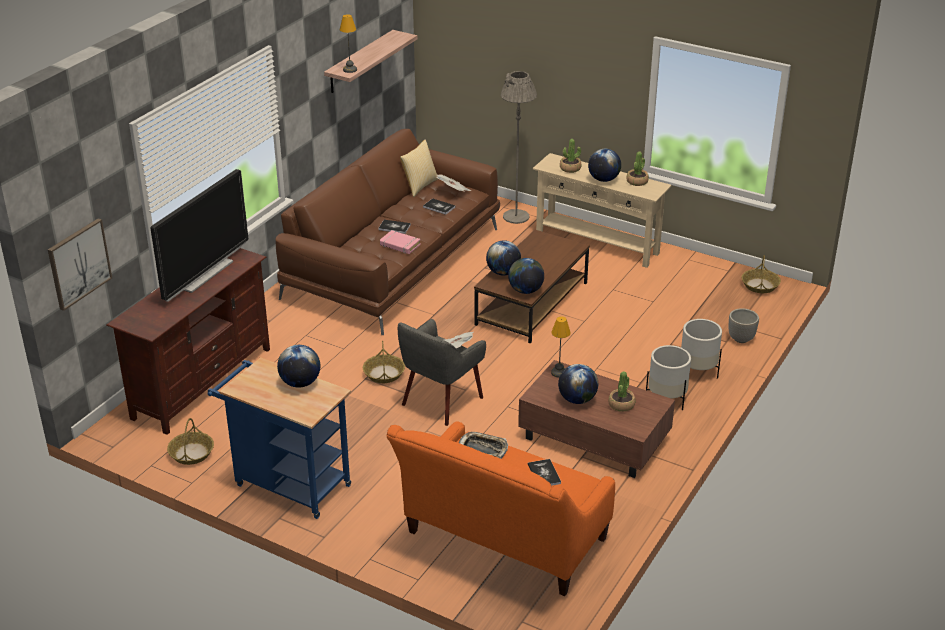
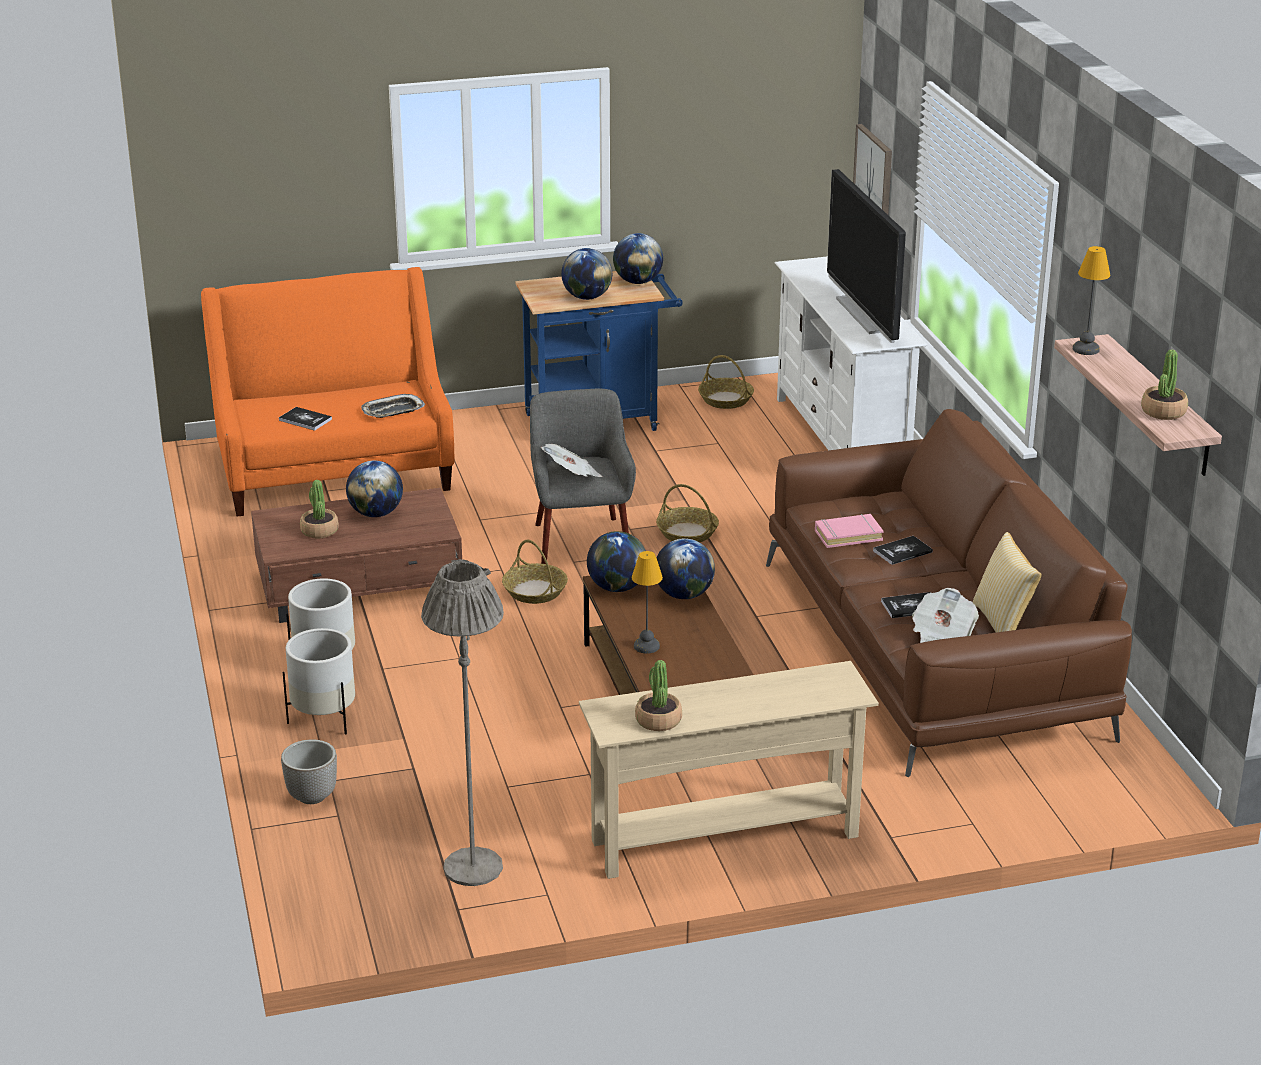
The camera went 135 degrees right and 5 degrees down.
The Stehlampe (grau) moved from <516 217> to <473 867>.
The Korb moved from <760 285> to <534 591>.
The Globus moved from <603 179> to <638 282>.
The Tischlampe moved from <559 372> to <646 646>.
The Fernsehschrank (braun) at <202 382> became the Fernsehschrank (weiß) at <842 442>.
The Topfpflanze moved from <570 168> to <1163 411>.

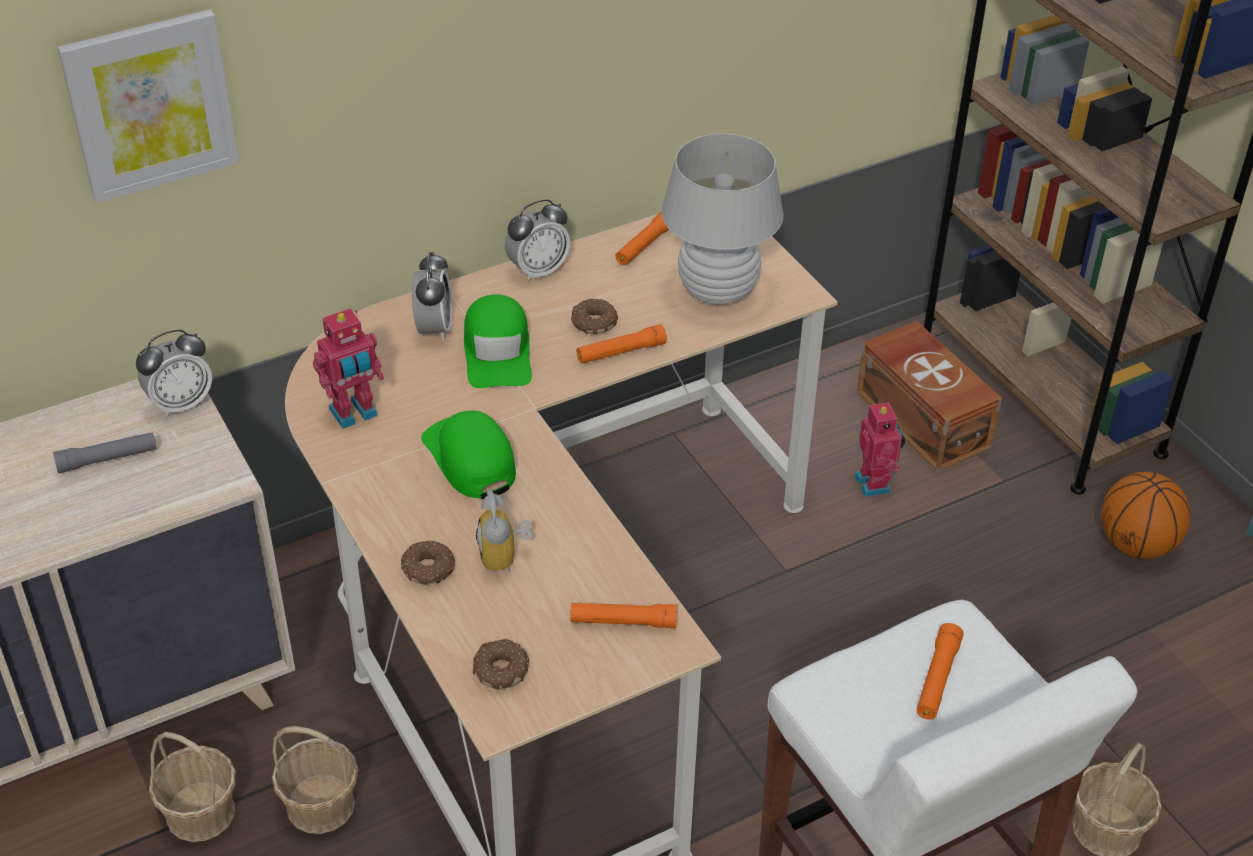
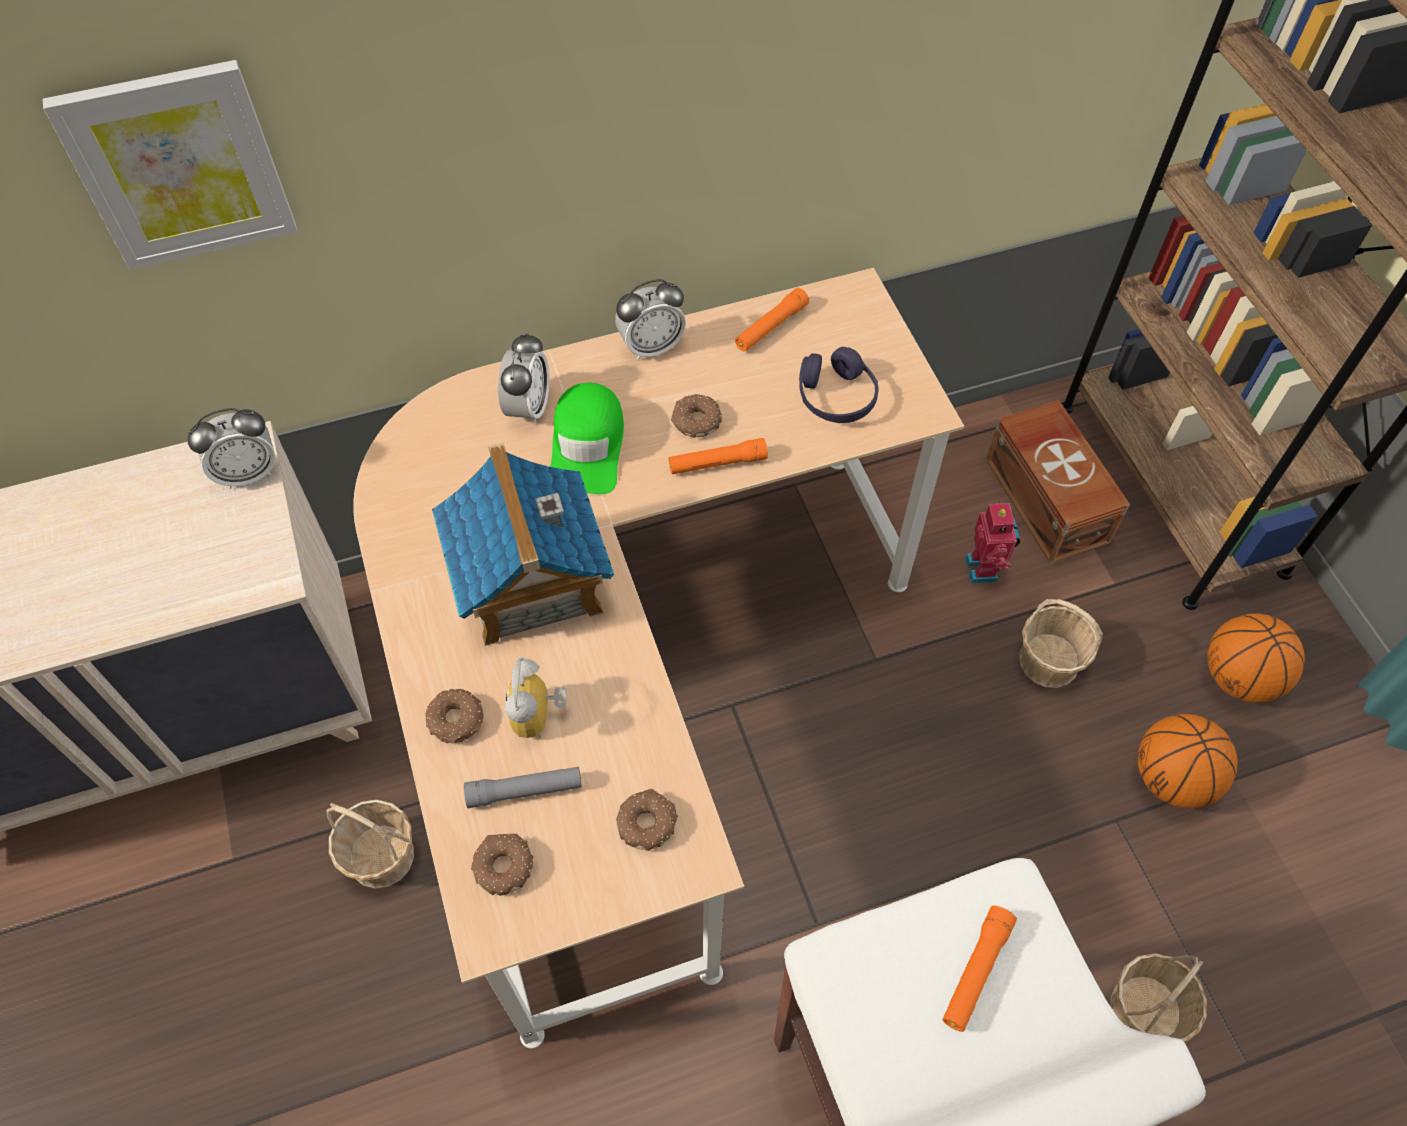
The camera went 10 degrees right and 15 degrees up.
The Kappe (grün) at <470 459> was replaced by the Spielzeughaus at <530 581>.
The Taschenlampe (grau) moved from <108 459> to <525 790>.
The Taschenlampe (orange) at <623 622> was replaced by the Donut at <647 822>.
The Tischlampe (weiß) at <717 292> was replaced by the Kopfhörer (lila) at <836 397>.
The Korb moved from <200 812> to <1048 660>.
The Basketball at <1171 778> appeared.
The Spielzeugroboter at <354 414> disappeared.

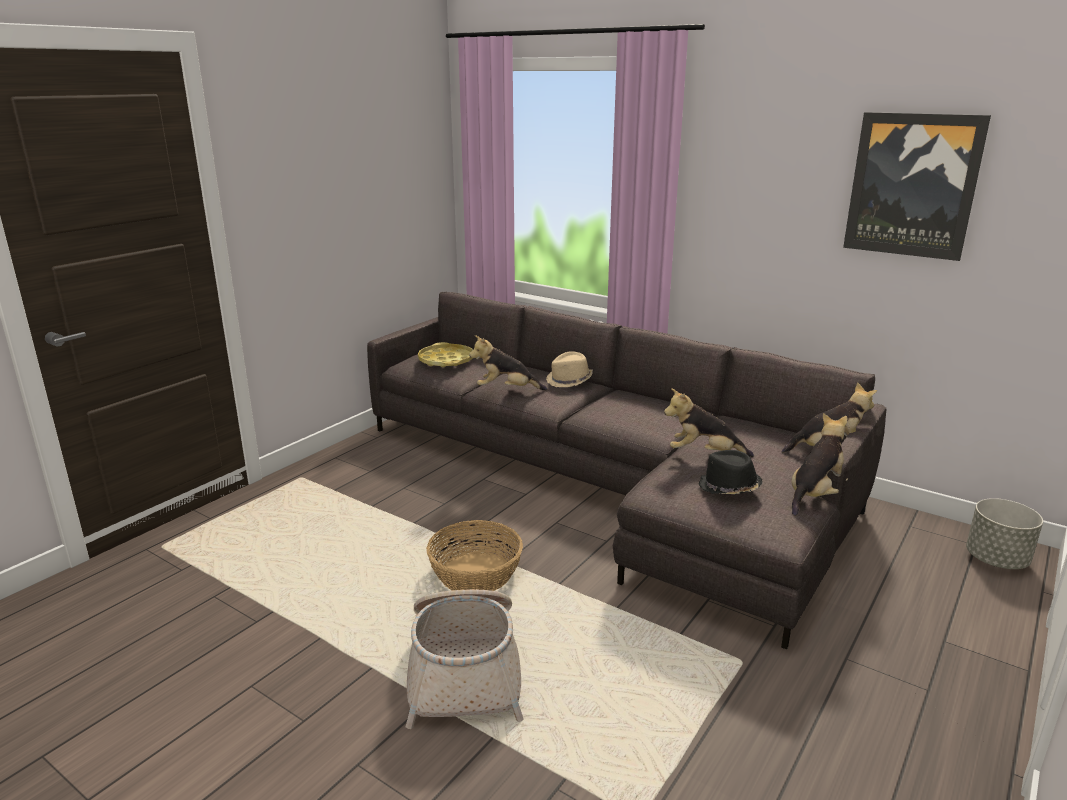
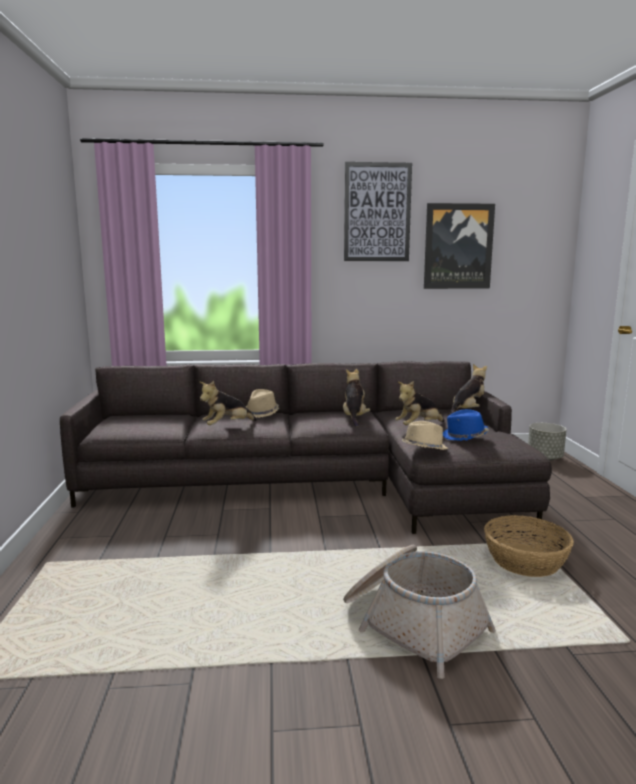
The camera went 40 degrees left and 10 degrees down.
The Plüschtier moved from <815 494> to <354 418>.
The Bild at <377 212> appeared.
The Hut (beige) at <423 448> appeared.
The Hut (schwarz) at <728 488> became the Hut (blau) at <464 437>.
The Korb moved from <476 574> to <525 561>.
The Tablett (gelb) at <446 360> disappeared.

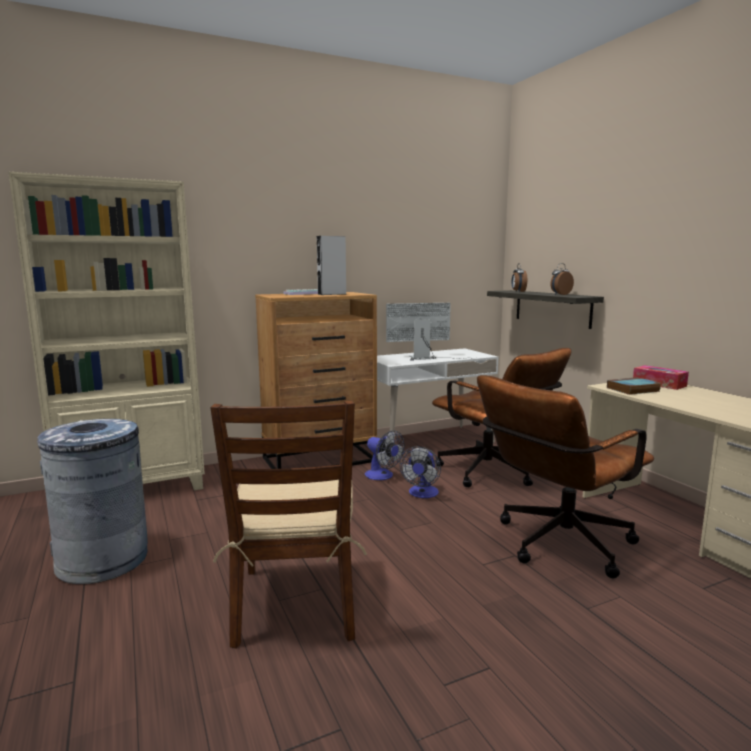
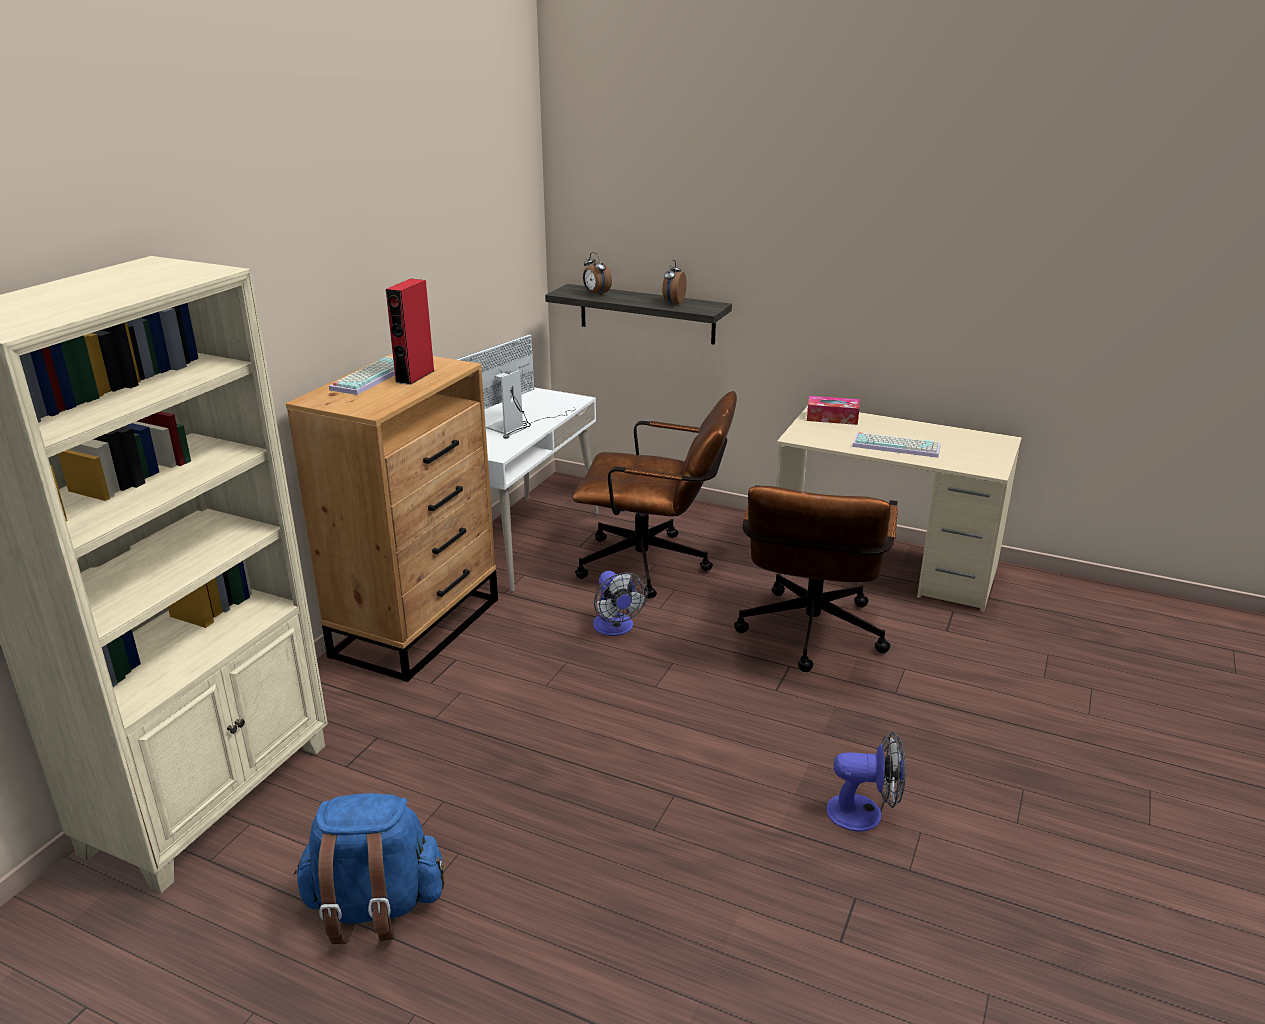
The camera went 40 degrees left and 15 degrees up.
The Mülleimer (grau) at <103 560> was replaced by the Rucksack (blau) at <374 906>.
The Lautsprecher (grau) at <332 294> became the Lautsprecher (rot) at <415 376>.
The Ventilator moved from <382 476> to <864 813>.
The Tastatur at <897 446> appeared.
The Stuhl (braun) at <296 603> disappeared.
The Buch at <632 389> disappeared.

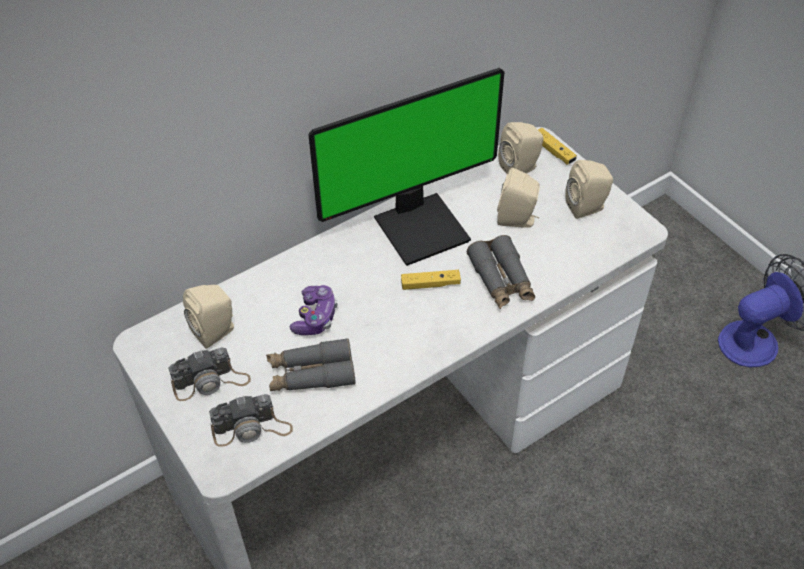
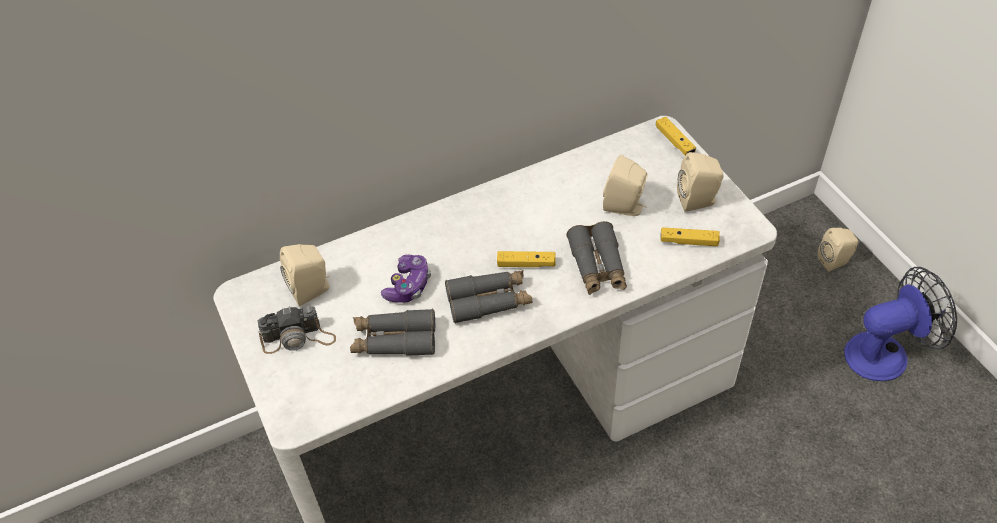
The camera went 10 degrees right and 0 degrees up.
The Fernglas (grau) at <489 301> appeared.
The Gamepad (gelb) at <689 241> appeared.
The Lautsprecher (beige) moved from <521 168> to <835 261>.
The Kamera at <252 428> disappeared.
The Monitor at <420 226> disappeared.

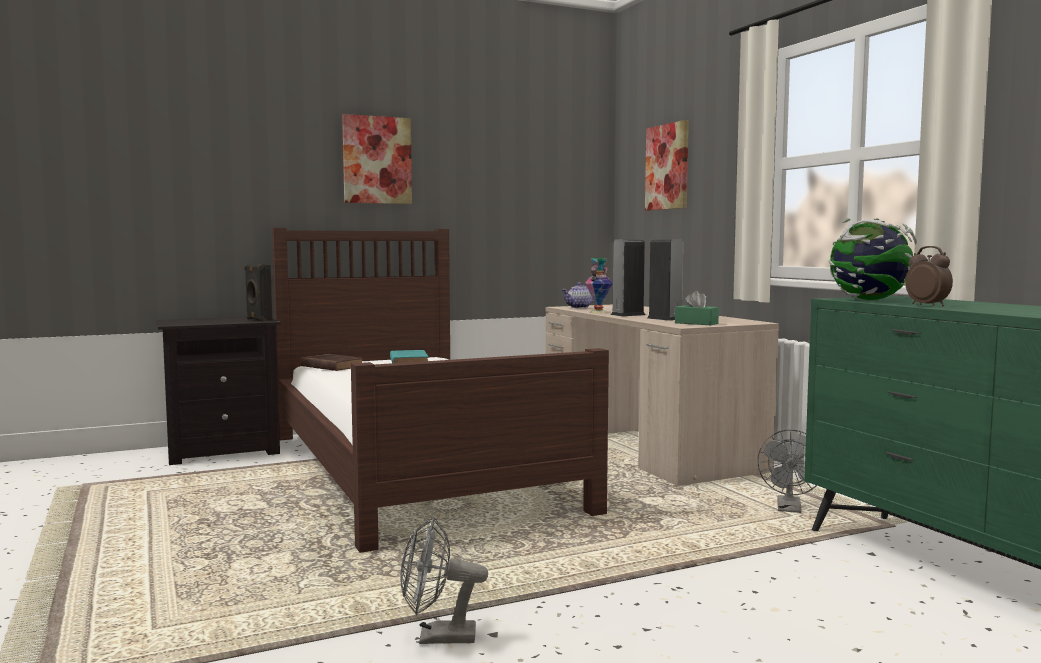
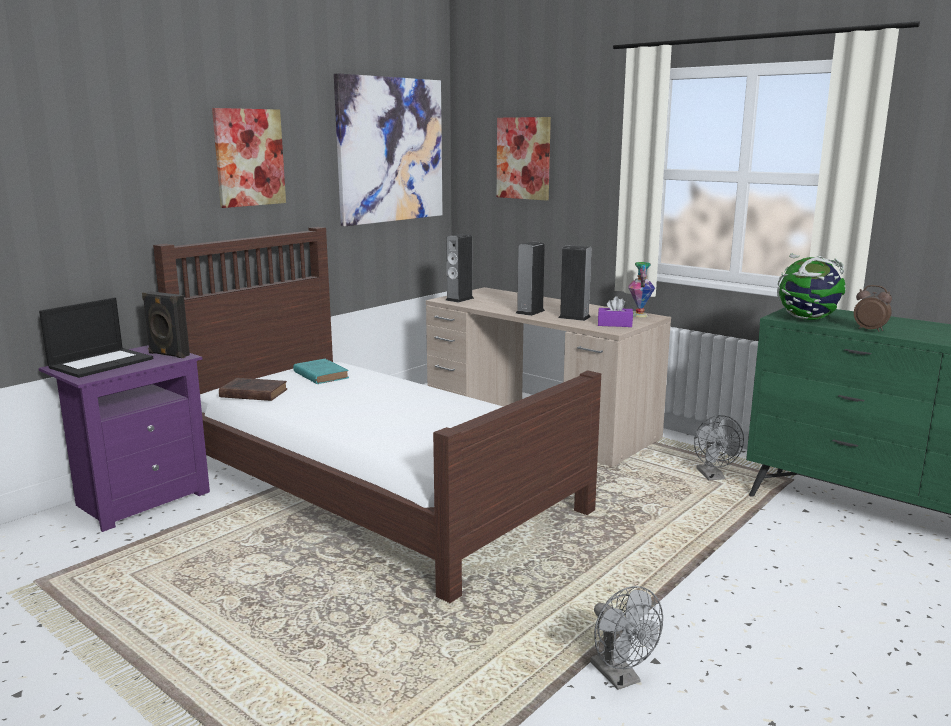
The camera went 25 degrees left and 10 degrees up.
The Laptop at <101 363> appeared.
The Nachttisch (schwarz) at <223 451> became the Nachttisch (lila) at <140 499>.
The Bild at <390 150> appeared.
The Teekanne at <579 307> was replaced by the Lautsprecher at <459 299>.
The Ventilator (grau) at <437 637> turned 90 degrees counterclockwise.
The Taschentuchbox (grün) at <696 323> became the Taschentuchbox (lila) at <614 324>.
The Vase moved from <598 312> to <640 315>.

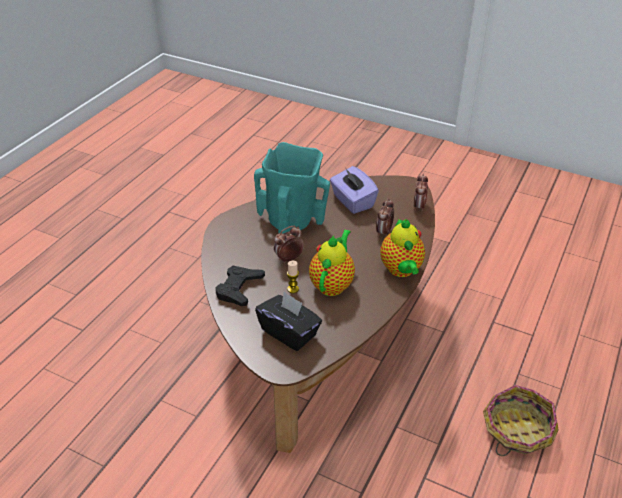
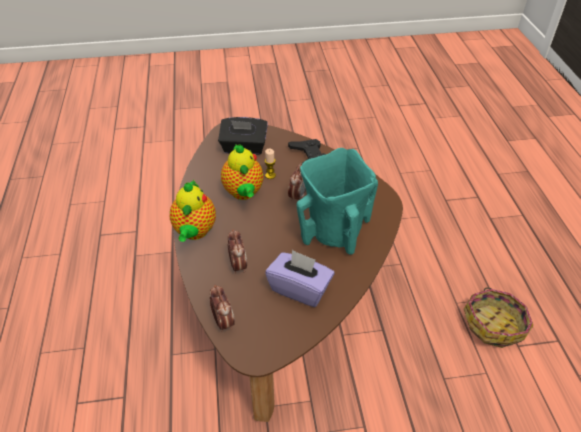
The camera went 145 degrees right and 5 degrees up.
The Teekanne at <401 270> turned 135 degrees counterclockwise.
The Korb moved from <516 430> to <494 324>.

